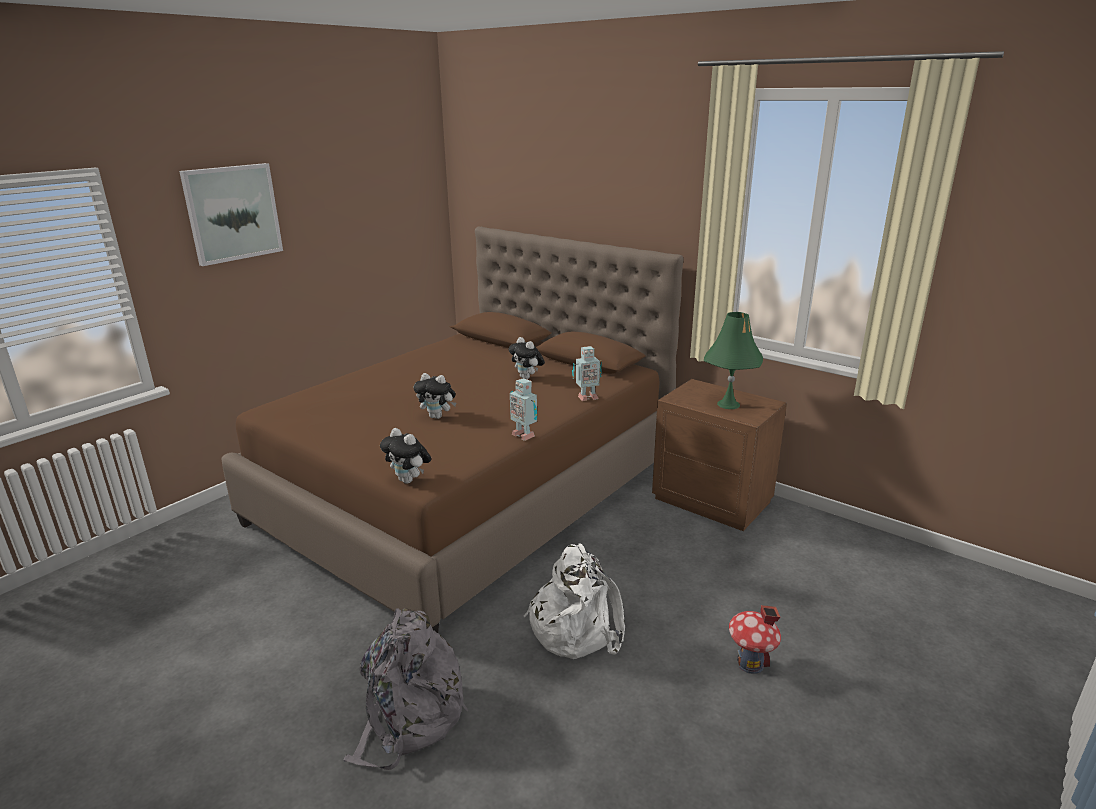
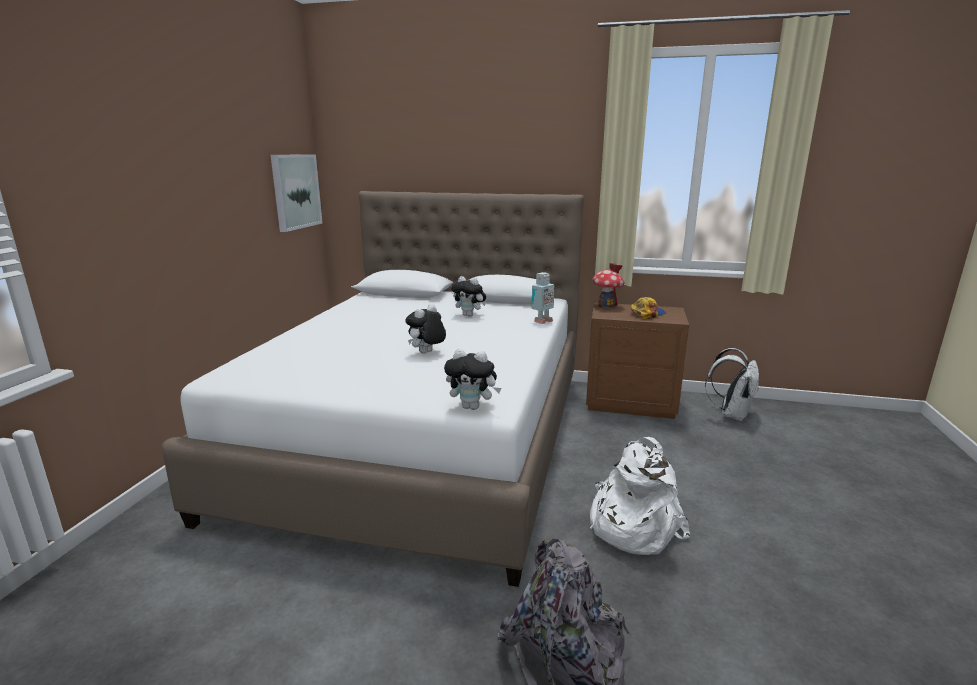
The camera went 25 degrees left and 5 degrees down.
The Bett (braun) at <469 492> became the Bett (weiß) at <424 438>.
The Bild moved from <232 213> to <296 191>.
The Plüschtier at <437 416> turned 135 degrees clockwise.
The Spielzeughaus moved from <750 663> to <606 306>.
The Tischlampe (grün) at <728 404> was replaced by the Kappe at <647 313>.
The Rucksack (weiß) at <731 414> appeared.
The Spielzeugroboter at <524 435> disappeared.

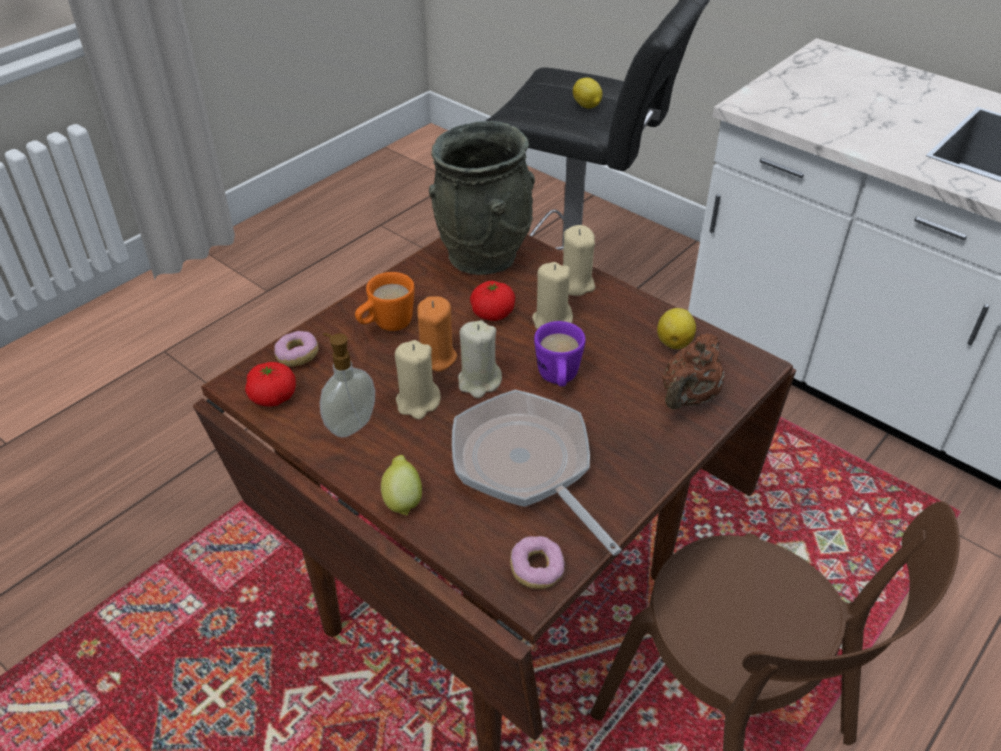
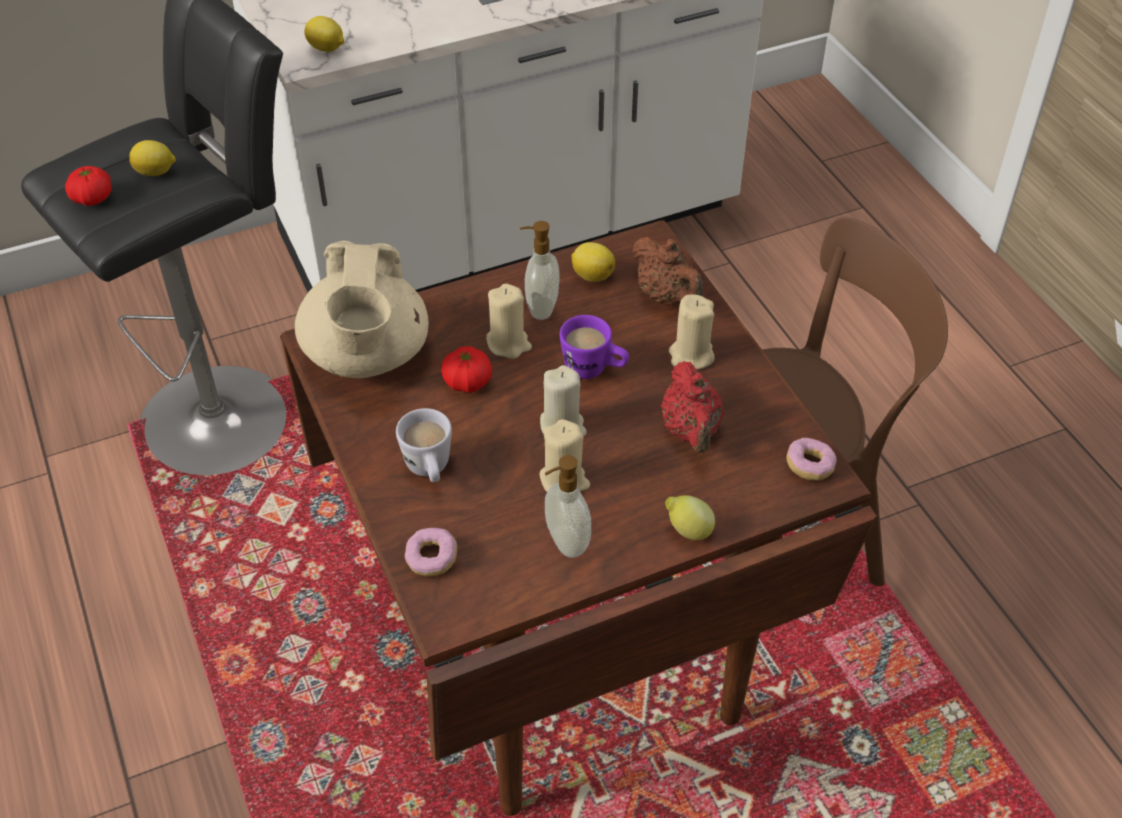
The camera went 65 degrees left and 5 degrees up.
The Tomate moved from <273 397> to <92 198>.
The Vase (grau) at <483 256> was replaced by the Teekanne (beige) at <366 356>.
The Zitrone at <326 49> appeared.
The Henkelbecher (orange) at <386 325> became the Henkelbecher (weiß) at <429 470>.
The Seifenspender at <540 307> appeared.
The Pfanne at <526 466> was replaced by the Teekanne (rot) at <691 431>.
The Kerze (beige) moved from <575 284> to <691 355>.
The Kerze (orange) at <436 357> disappeared.

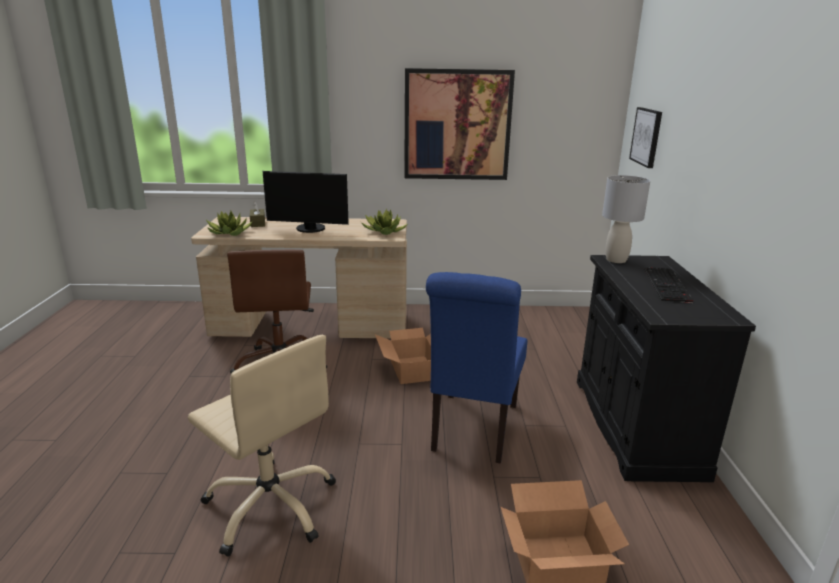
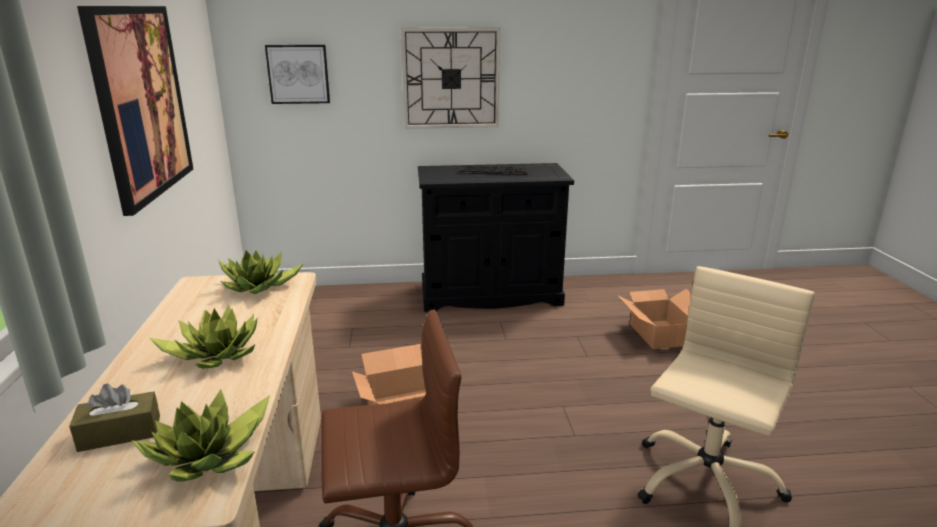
The camera went 95 degrees left and 0 degrees up.
The Monitor at <309 229> was replaced by the Topfpflanze at <215 354>.
The Wanduhr at <451 78> appeared.
The Stuhl (blau) at <472 431> disappeared.
The Tischlampe (grau) at <616 260> disappeared.

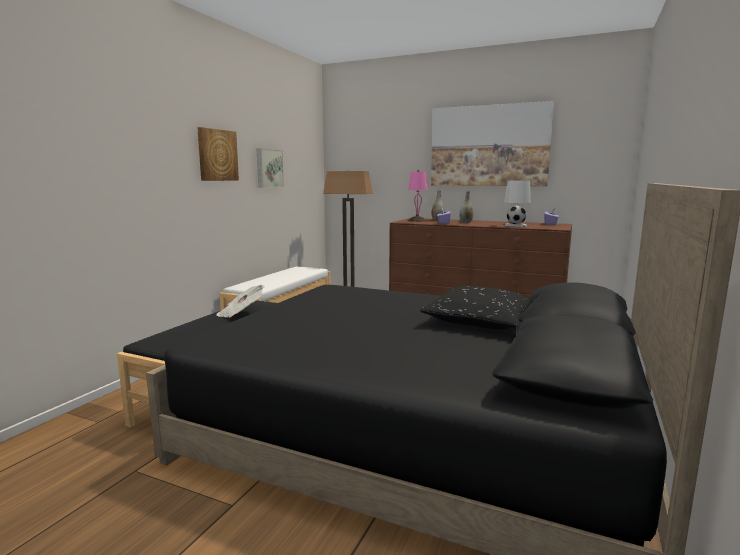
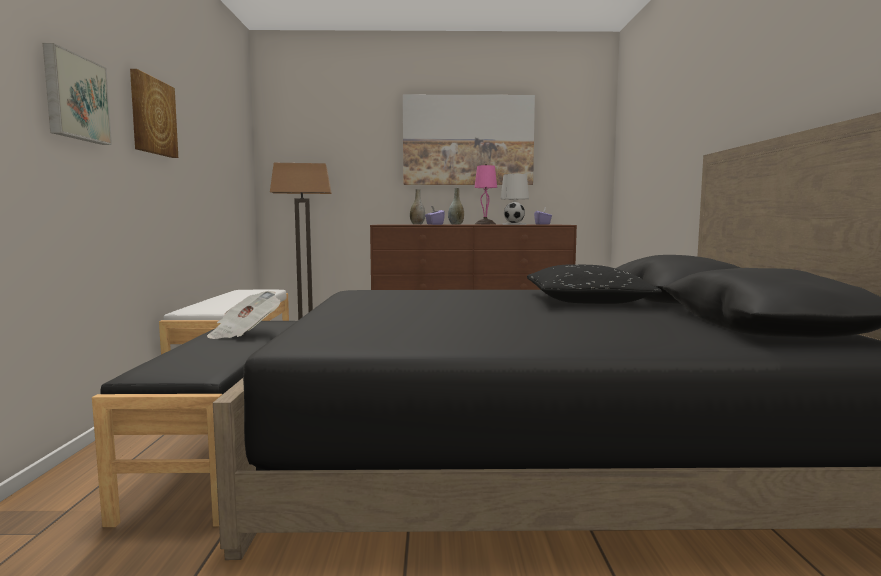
The camera went 25 degrees left and 5 degrees down.
The Bild moved from <268 168> to <75 98>.
The Tischlampe (rosa) moved from <417 220> to <485 224>.

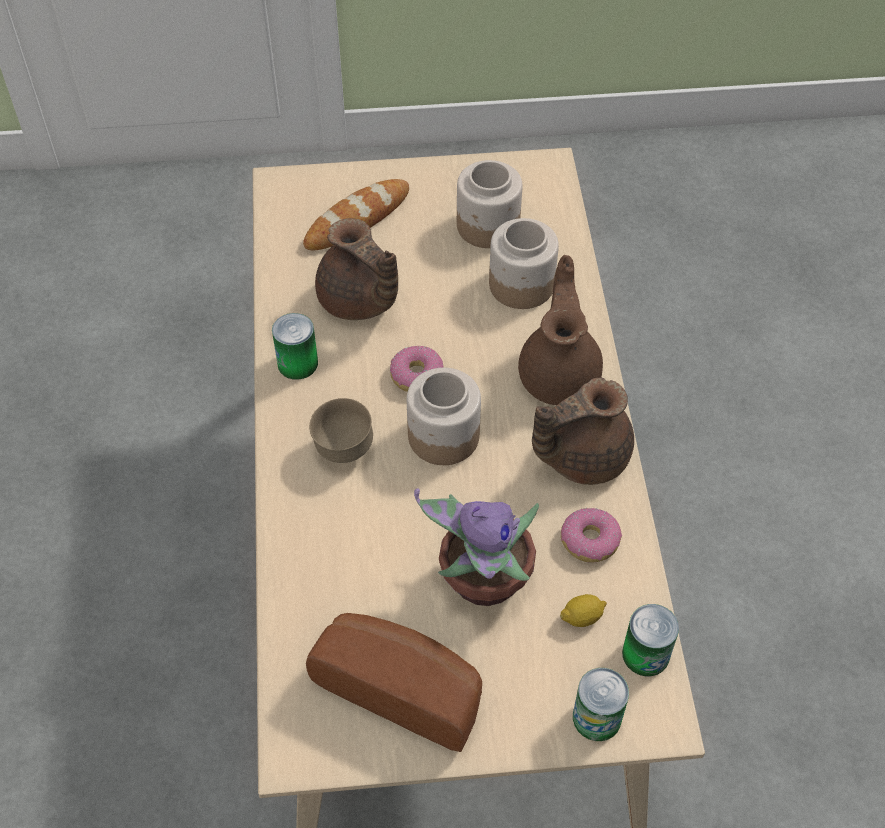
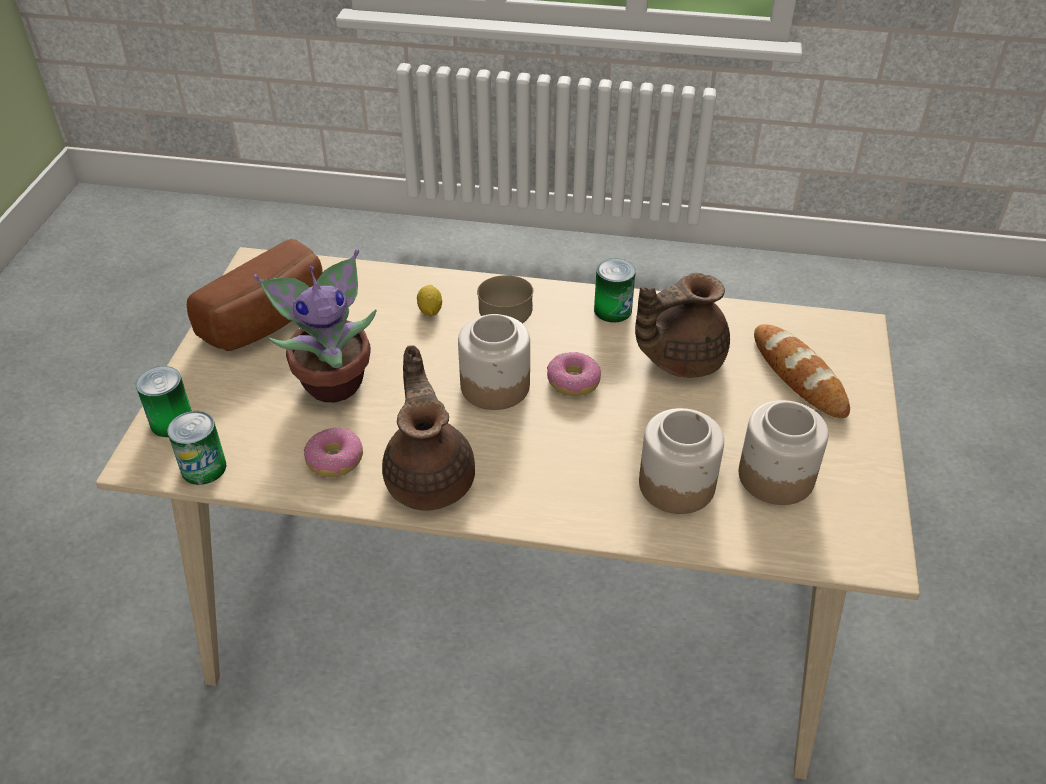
The camera went 105 degrees right and 10 degrees down.
The Zitrone moved from <582 617> to <430 310>.
The Teekanne (braun) at <560 374> disappeared.

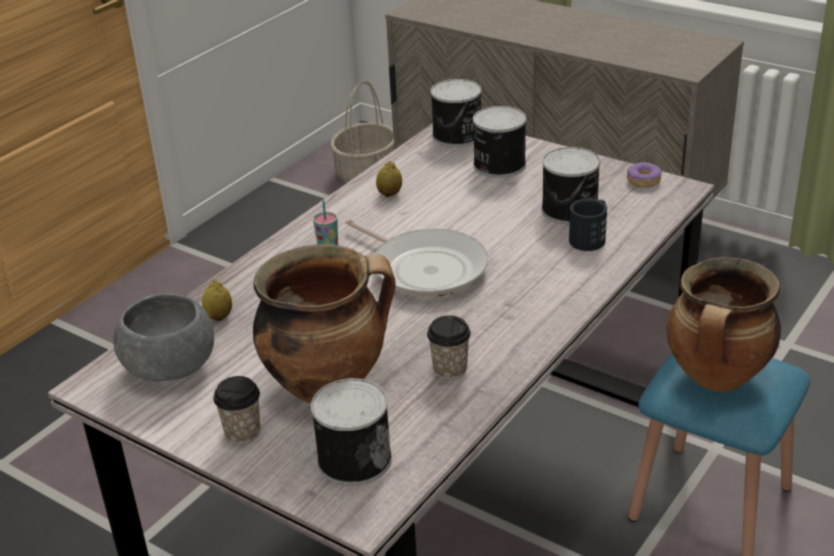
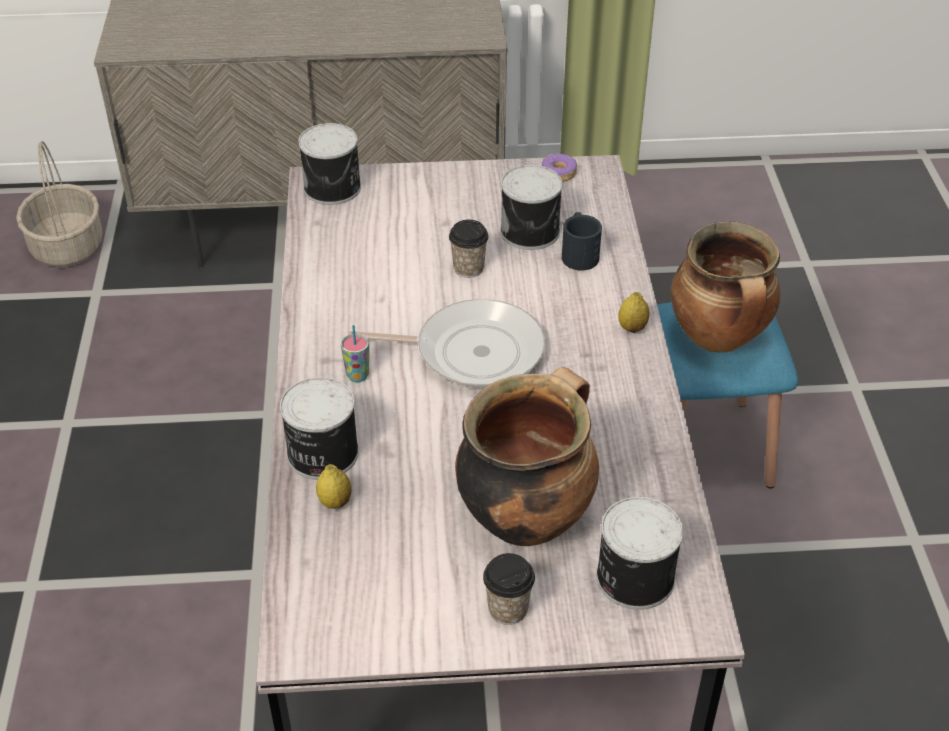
The camera went 40 degrees left and 10 degrees up.
The Dose moved from <498 165> to <321 454>.
The Tasse moved from <450 369> to <468 268>.
The Zitrone moved from <389 194> to <632 328>.
The Schüssel (grau) at <170 368> disappeared.

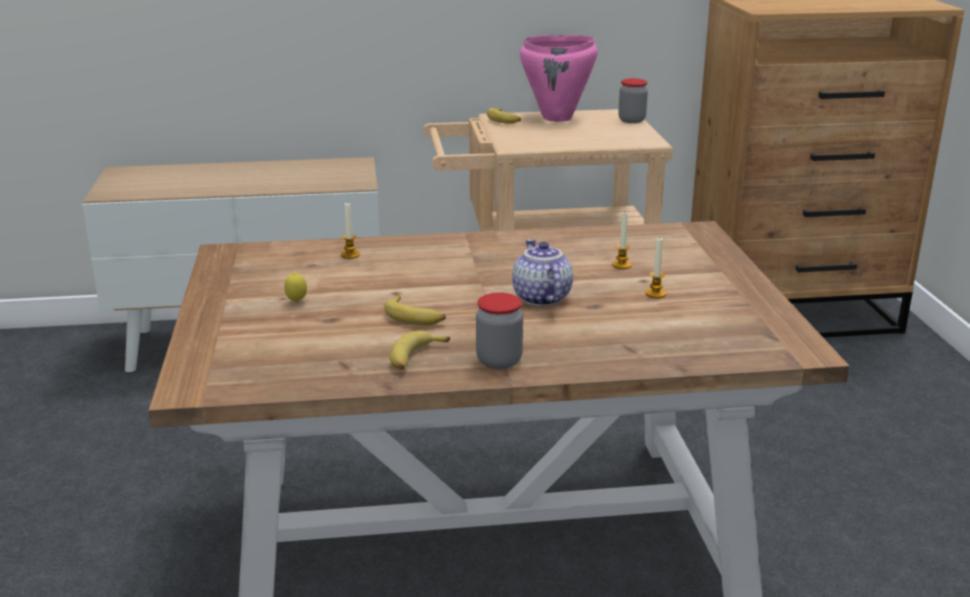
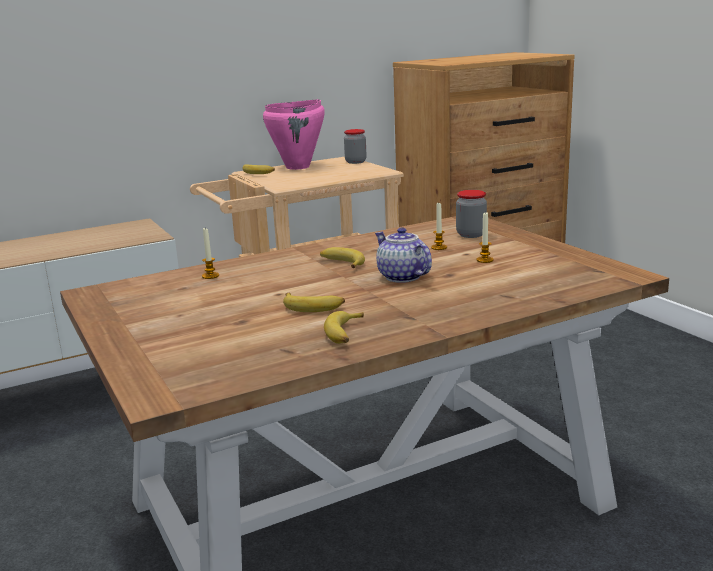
The camera went 20 degrees left and 5 degrees down.
The Banane at <341 263> appeared.
The Vorratsglas moved from <499 361> to <471 234>.
The Zitrone at <296 302> disappeared.

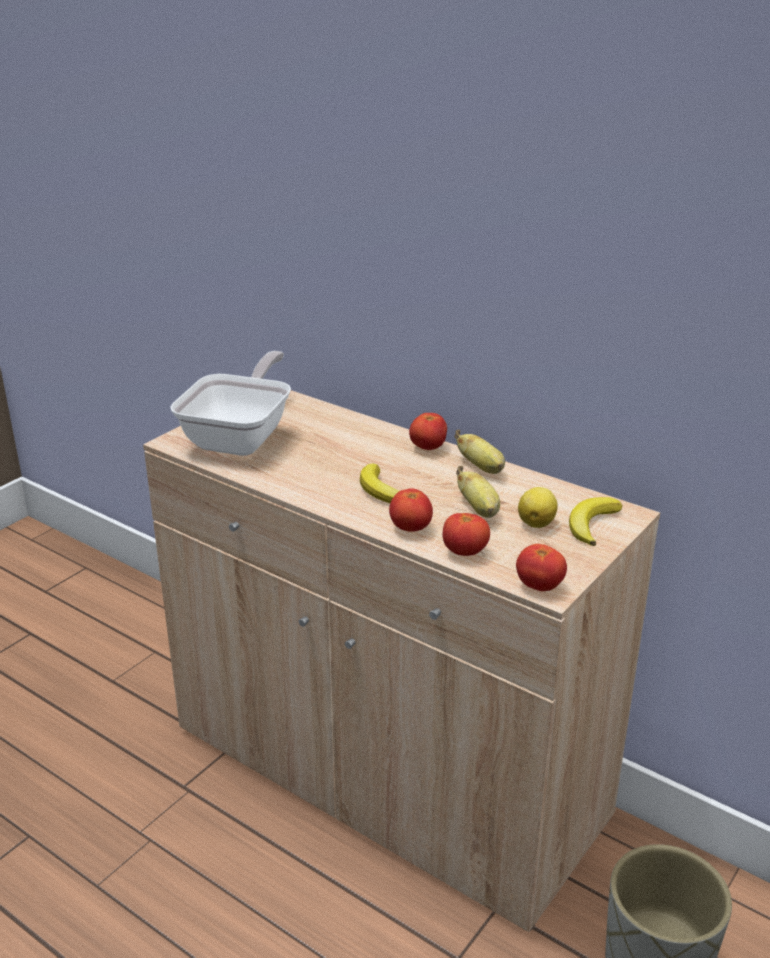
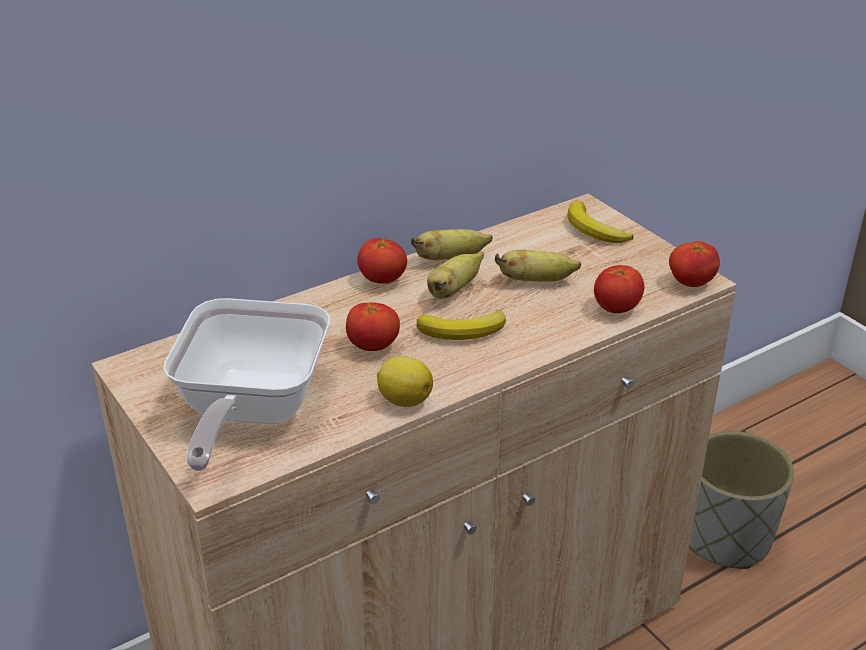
The camera went 70 degrees left and 5 degrees up.
The Pfanne at <242 437> turned 120 degrees counterclockwise.
The Tomate moved from <410 528> to <373 347>.
The Zitrone moved from <537 523> to <403 399>.
The Banane at <454 290> appeared.

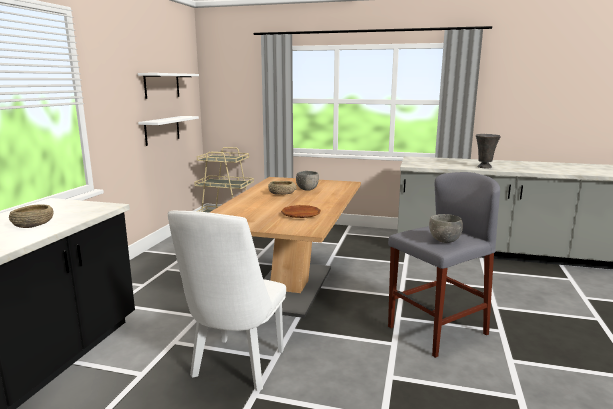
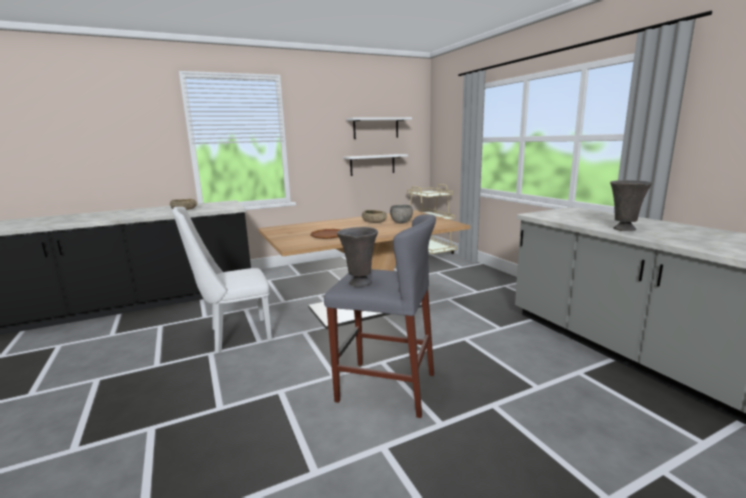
The camera went 50 degrees right and 0 degrees up.
The Schüssel (grau) at <444 241> was replaced by the Vase (grau) at <359 283>.

